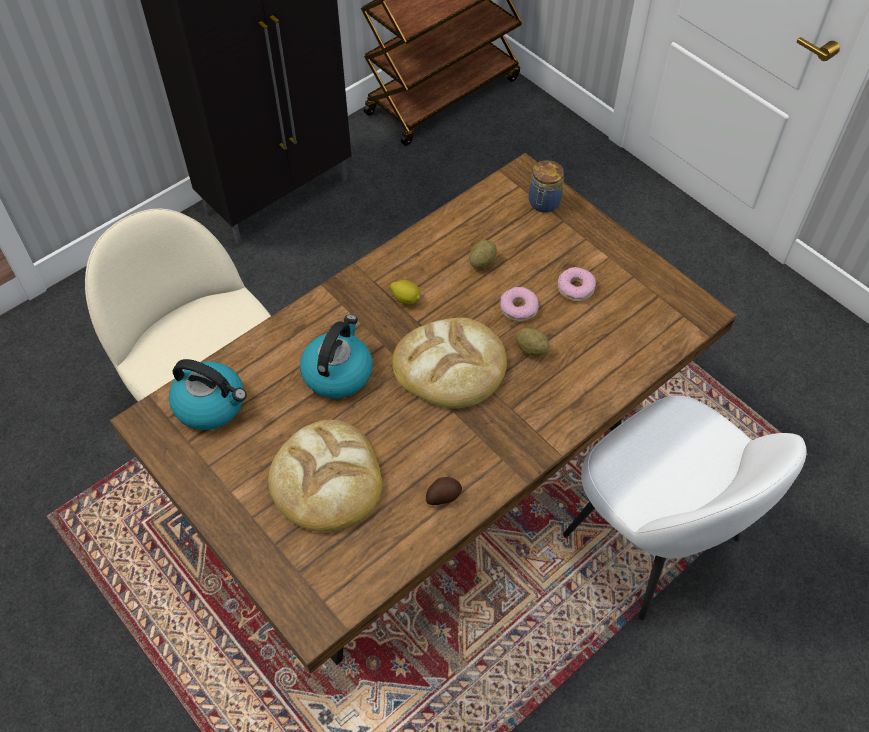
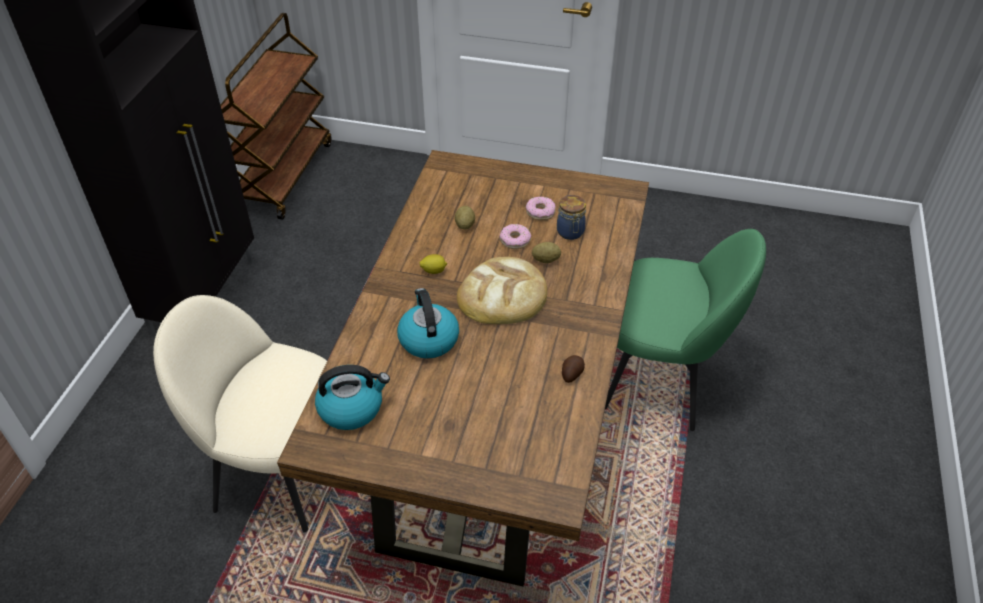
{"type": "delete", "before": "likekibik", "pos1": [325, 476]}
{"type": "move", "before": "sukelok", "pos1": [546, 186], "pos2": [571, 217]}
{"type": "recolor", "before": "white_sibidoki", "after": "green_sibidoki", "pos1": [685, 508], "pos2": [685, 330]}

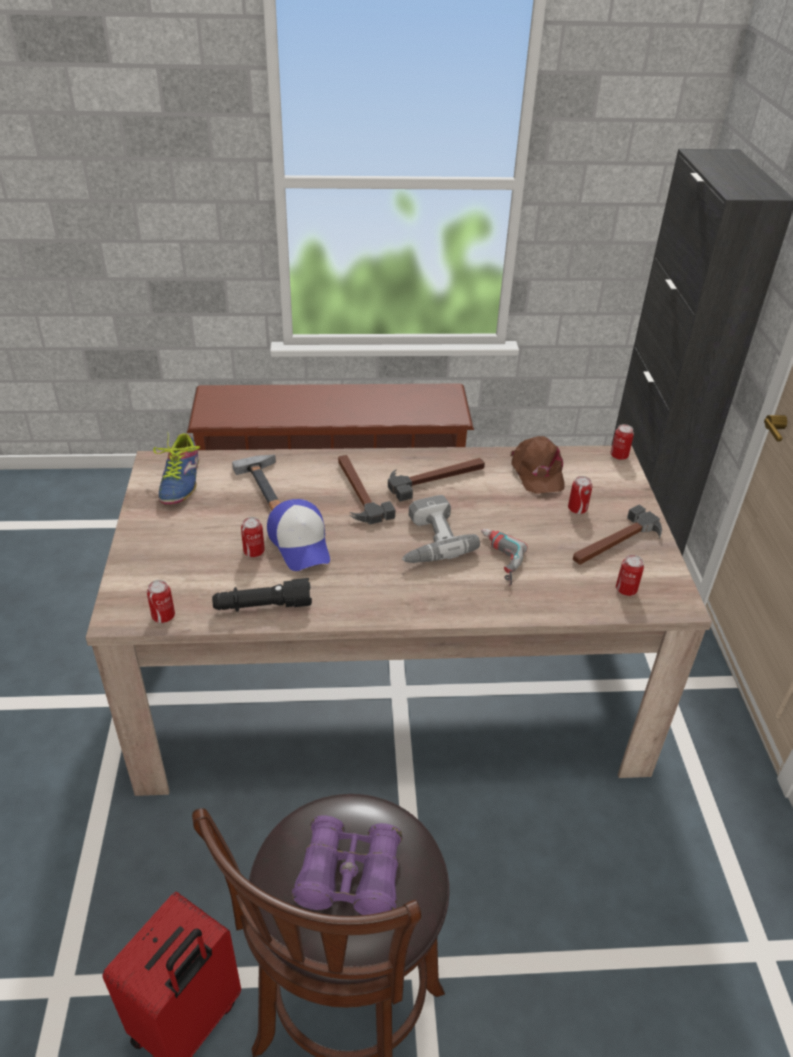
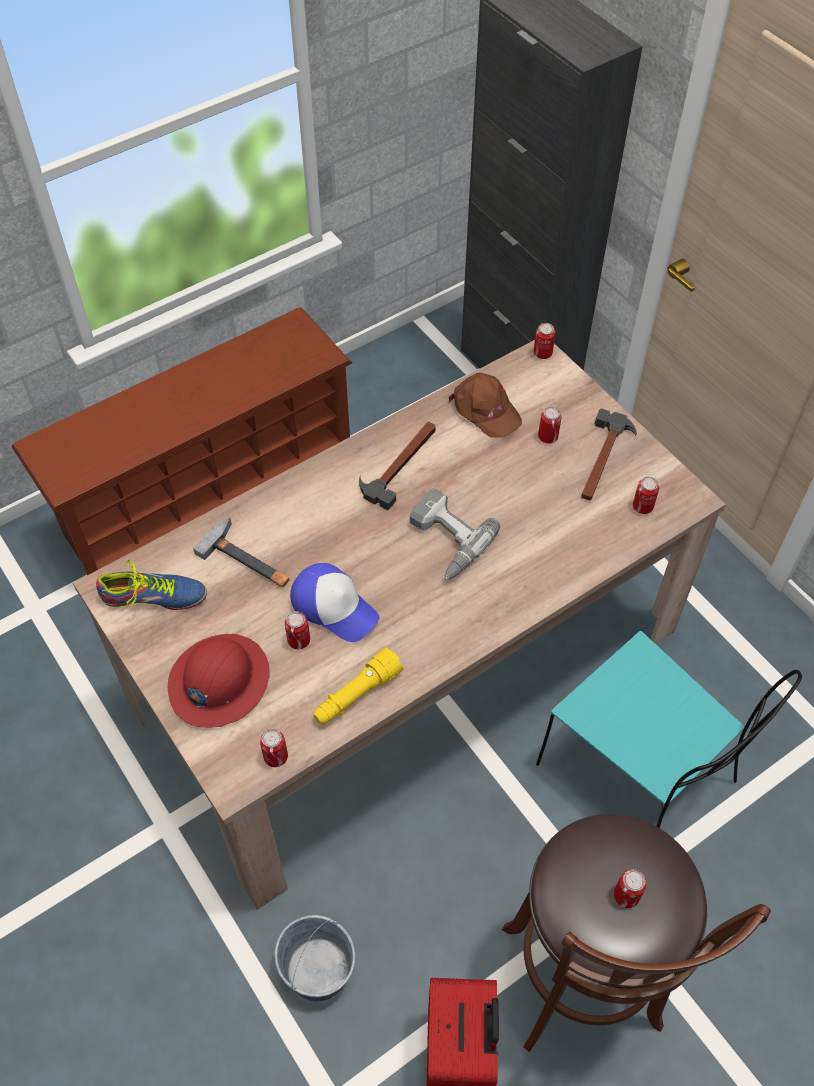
{"type": "rotate", "before": "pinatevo", "pos1": [176, 469], "pos2": [151, 585], "turn": -60}
{"type": "recolor", "before": "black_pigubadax", "after": "yellow_pigubadax", "pos1": [262, 595], "pos2": [358, 685]}
{"type": "replace", "before": "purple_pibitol", "after": "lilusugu", "pos1": [347, 865], "pos2": [630, 888]}
{"type": "delete", "before": "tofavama", "pos1": [366, 490]}
{"type": "delete", "before": "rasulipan", "pos1": [504, 558]}
{"type": "insert", "after": "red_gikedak", "pos2": [219, 681]}
{"type": "insert", "after": "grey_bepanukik", "pos2": [315, 958]}
{"type": "insert", "after": "turquoise_sibidoki", "pos2": [669, 729]}

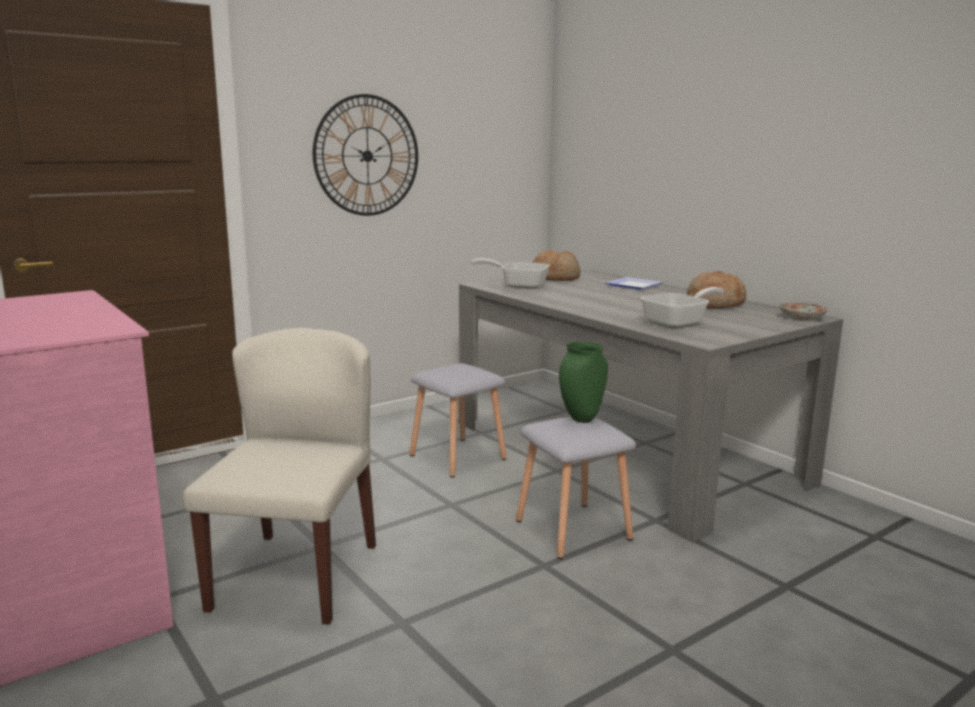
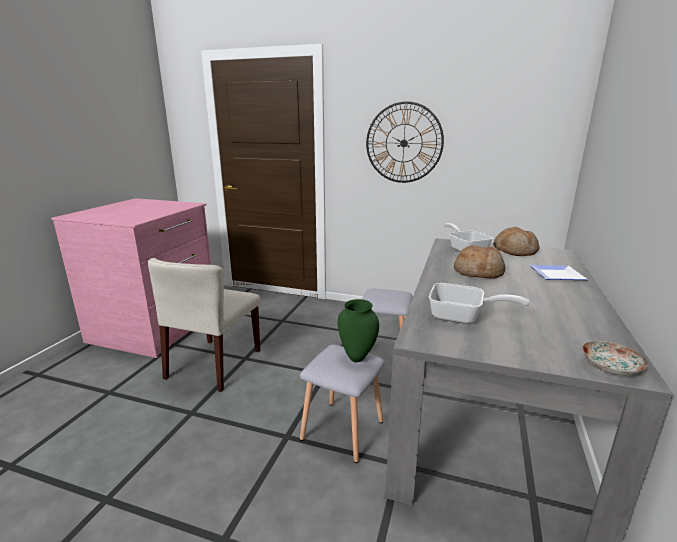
{"type": "rotate", "before": "beige_sibidoki", "pos1": [279, 476], "pos2": [204, 325], "turn": 135}
{"type": "move", "before": "likekibik", "pos1": [716, 290], "pos2": [479, 262]}

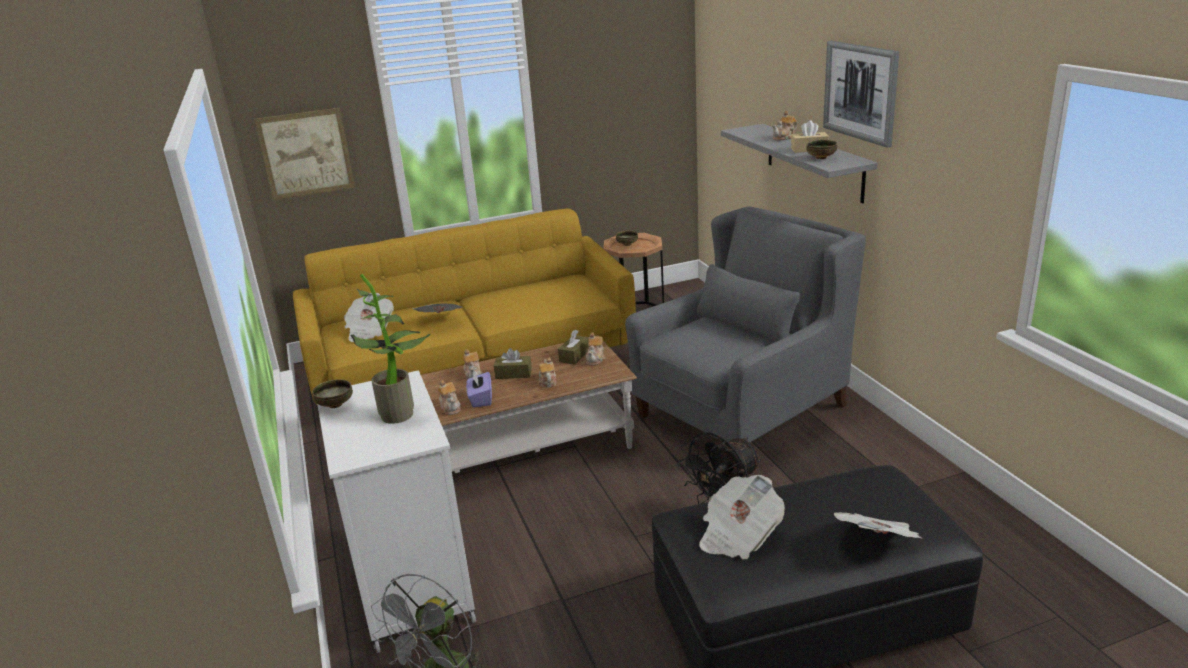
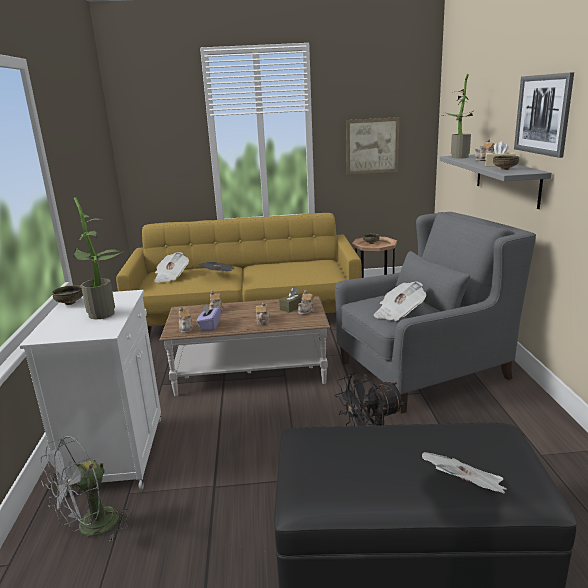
{"type": "move", "before": "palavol", "pos1": [304, 154], "pos2": [372, 146]}
{"type": "delete", "before": "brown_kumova", "pos1": [513, 363]}
{"type": "move", "before": "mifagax", "pos1": [742, 517], "pos2": [400, 301]}
{"type": "insert", "after": "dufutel", "pos2": [458, 116]}

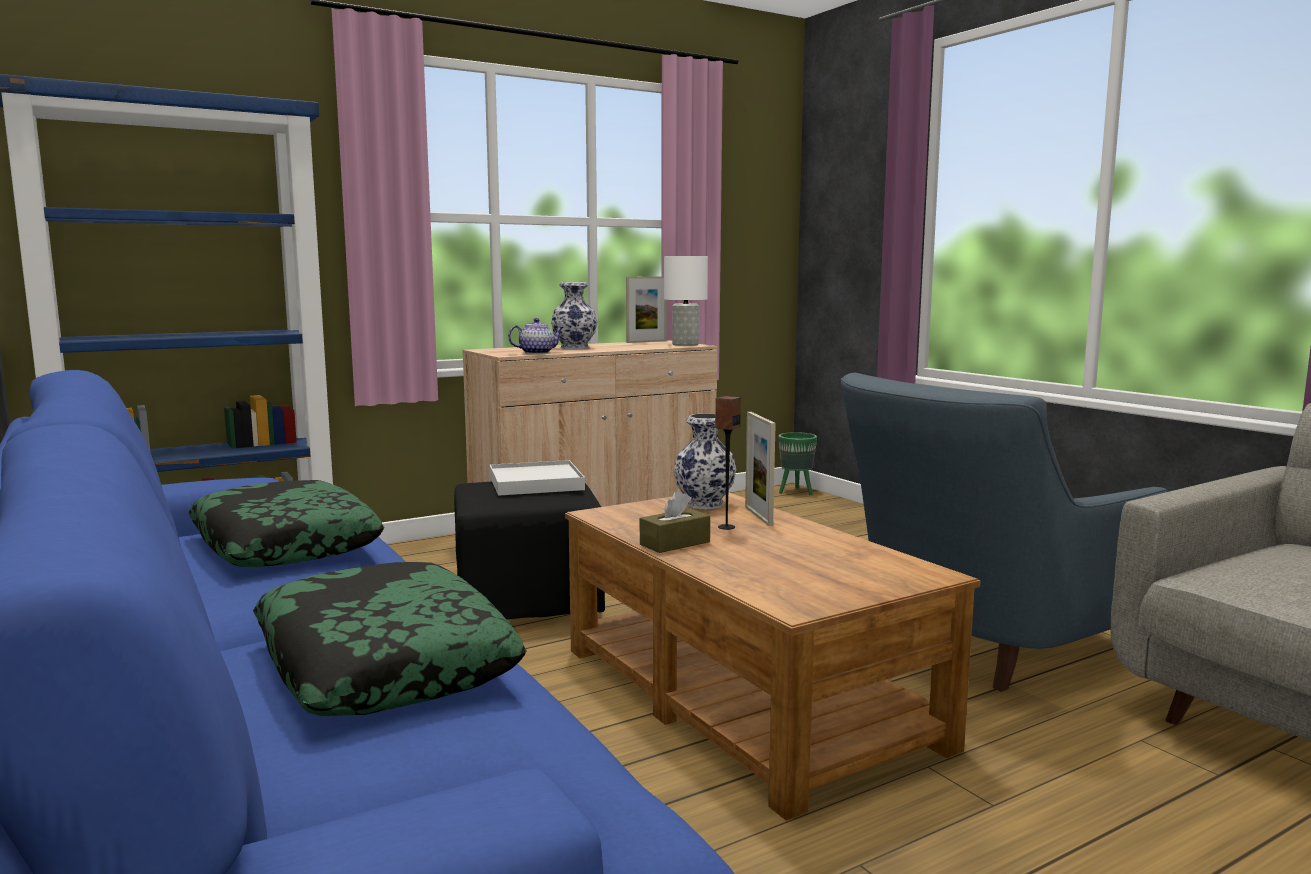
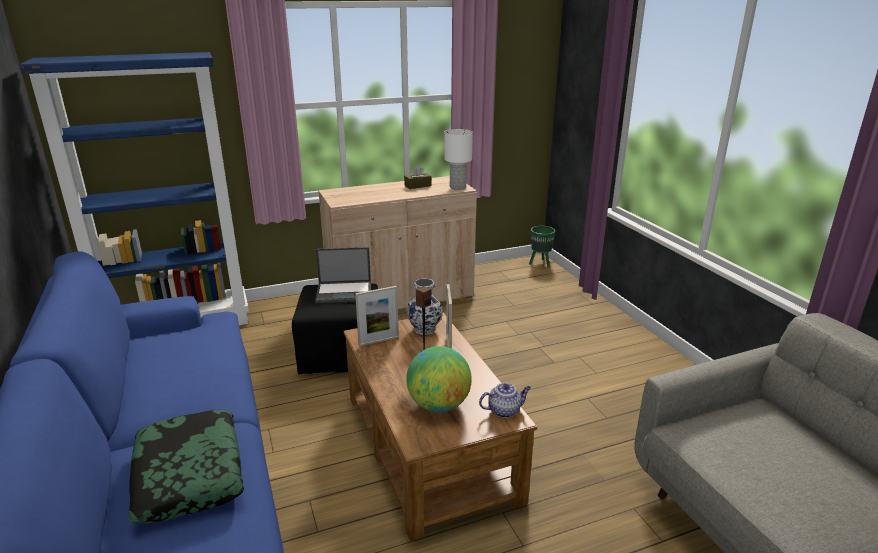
{"type": "delete", "before": "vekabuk", "pos1": [286, 523]}
{"type": "replace", "before": "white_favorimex", "after": "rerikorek", "pos1": [537, 478], "pos2": [343, 275]}
{"type": "move", "before": "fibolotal", "pos1": [536, 336], "pos2": [505, 400]}
{"type": "delete", "before": "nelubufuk", "pos1": [574, 315]}
{"type": "move", "before": "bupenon", "pos1": [646, 309], "pos2": [377, 316]}
{"type": "move", "before": "brown_kumova", "pos1": [675, 522], "pos2": [417, 177]}
{"type": "delete", "before": "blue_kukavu", "pos1": [1005, 532]}
{"type": "insert", "after": "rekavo", "pos2": [439, 379]}

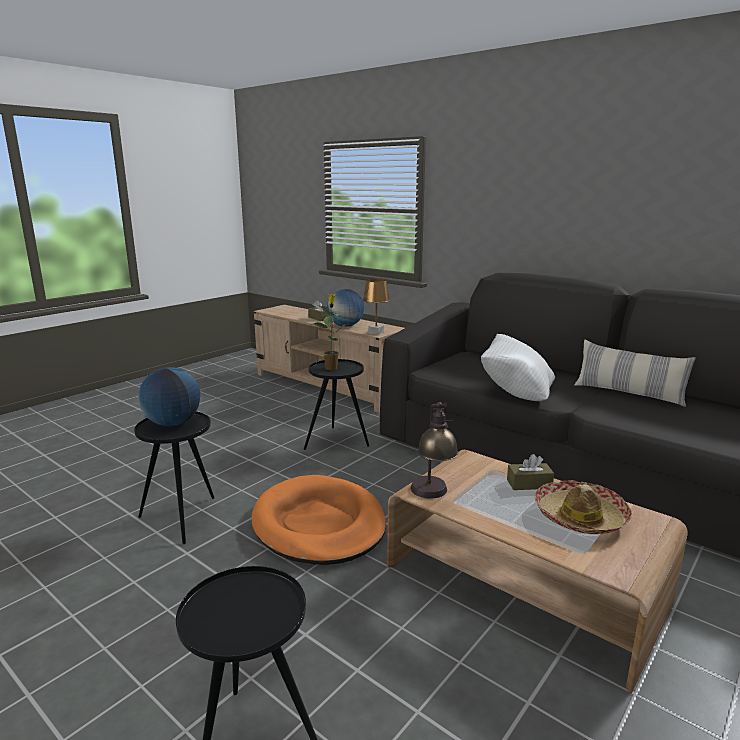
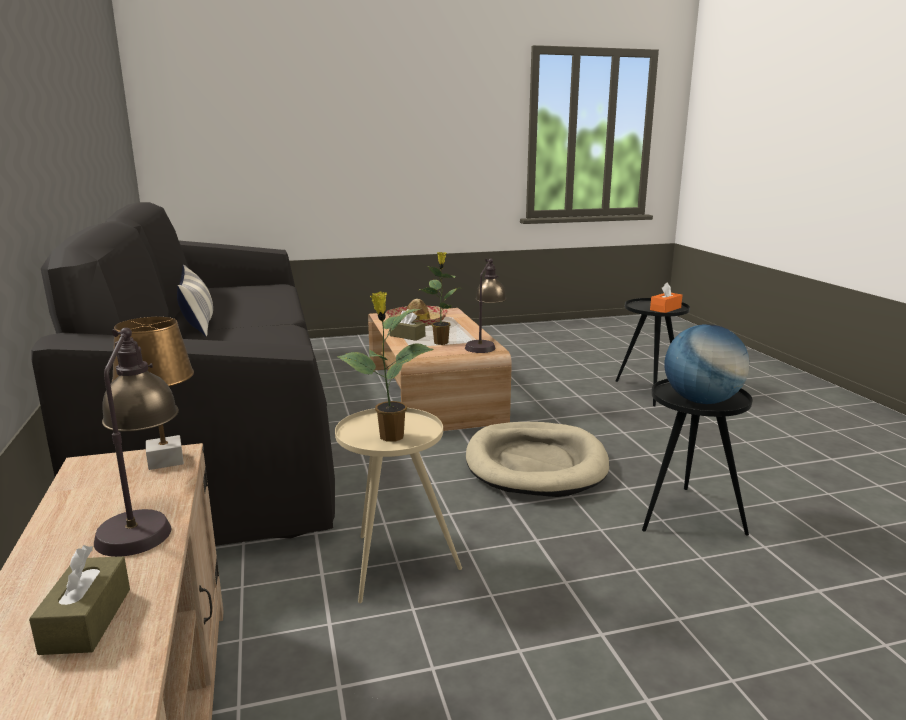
{"type": "recolor", "before": "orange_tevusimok", "after": "beige_tevusimok", "pos1": [318, 520], "pos2": [537, 459]}
{"type": "recolor", "before": "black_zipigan", "after": "beige_zipigan", "pos1": [336, 404], "pos2": [398, 505]}
{"type": "replace", "before": "rekavo", "after": "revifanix", "pos1": [345, 308], "pos2": [136, 442]}
{"type": "delete", "before": "white_vekabuk", "pos1": [518, 367]}
{"type": "insert", "after": "dufutel", "pos2": [440, 298]}
{"type": "insert", "after": "orange_kumova", "pos2": [666, 297]}

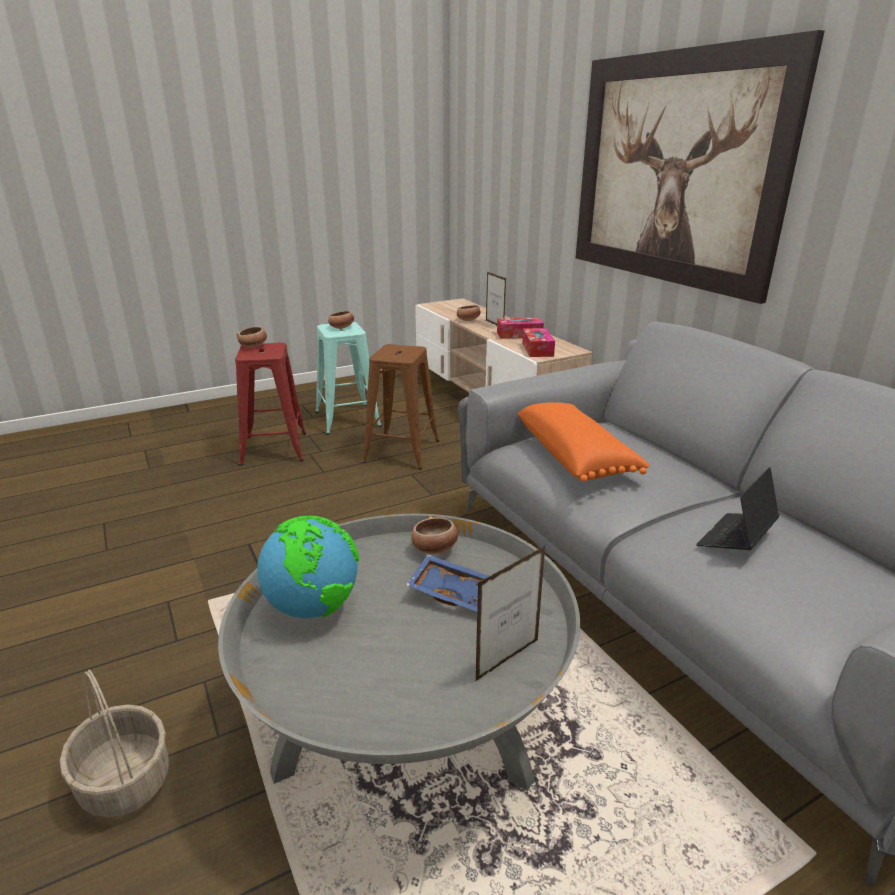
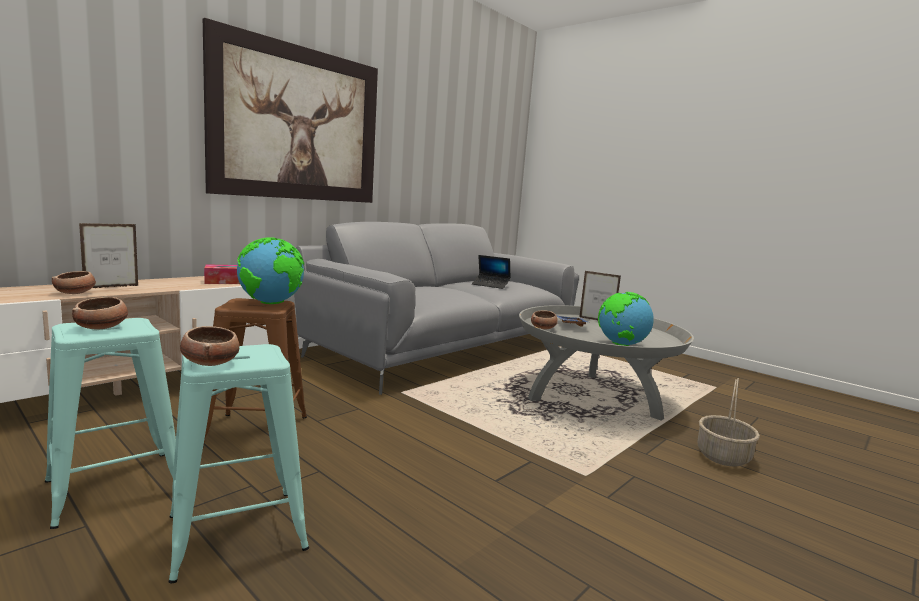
{"type": "recolor", "before": "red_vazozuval", "after": "turquoise_vazozuval", "pos1": [270, 404], "pos2": [238, 463]}
{"type": "delete", "before": "kumova", "pos1": [520, 328]}
{"type": "delete", "before": "orange_vekabuk", "pos1": [584, 442]}
{"type": "insert", "after": "rekavo", "pos2": [270, 270]}

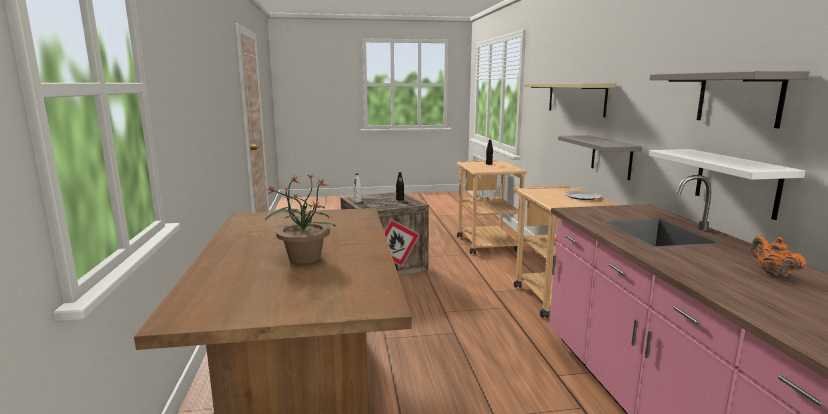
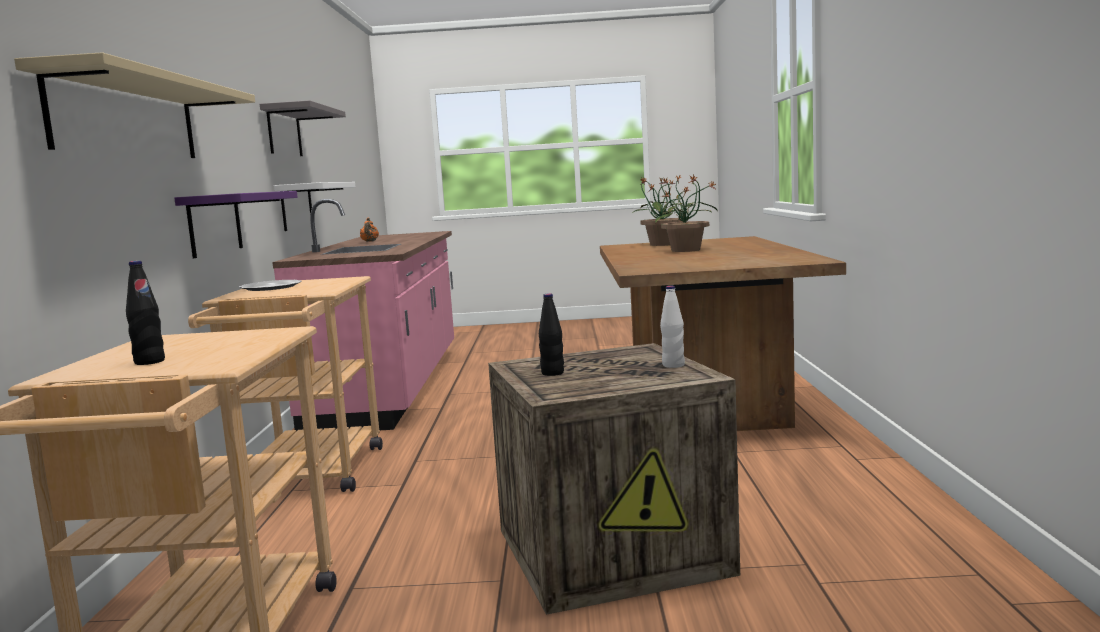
{"type": "recolor", "before": "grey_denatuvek", "after": "purple_denatuvek", "pos1": [600, 157], "pos2": [235, 224]}
{"type": "insert", "after": "dufutel", "pos2": [660, 211]}

